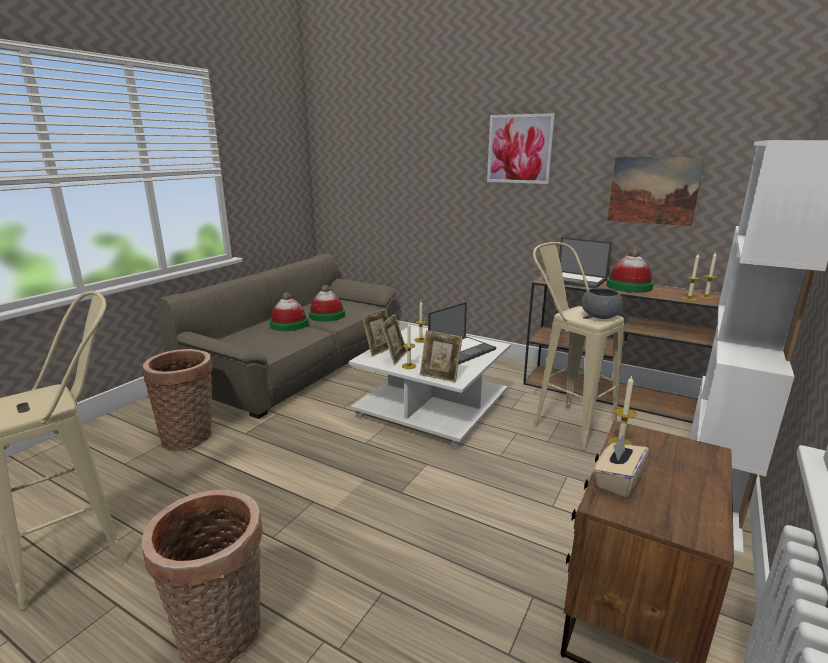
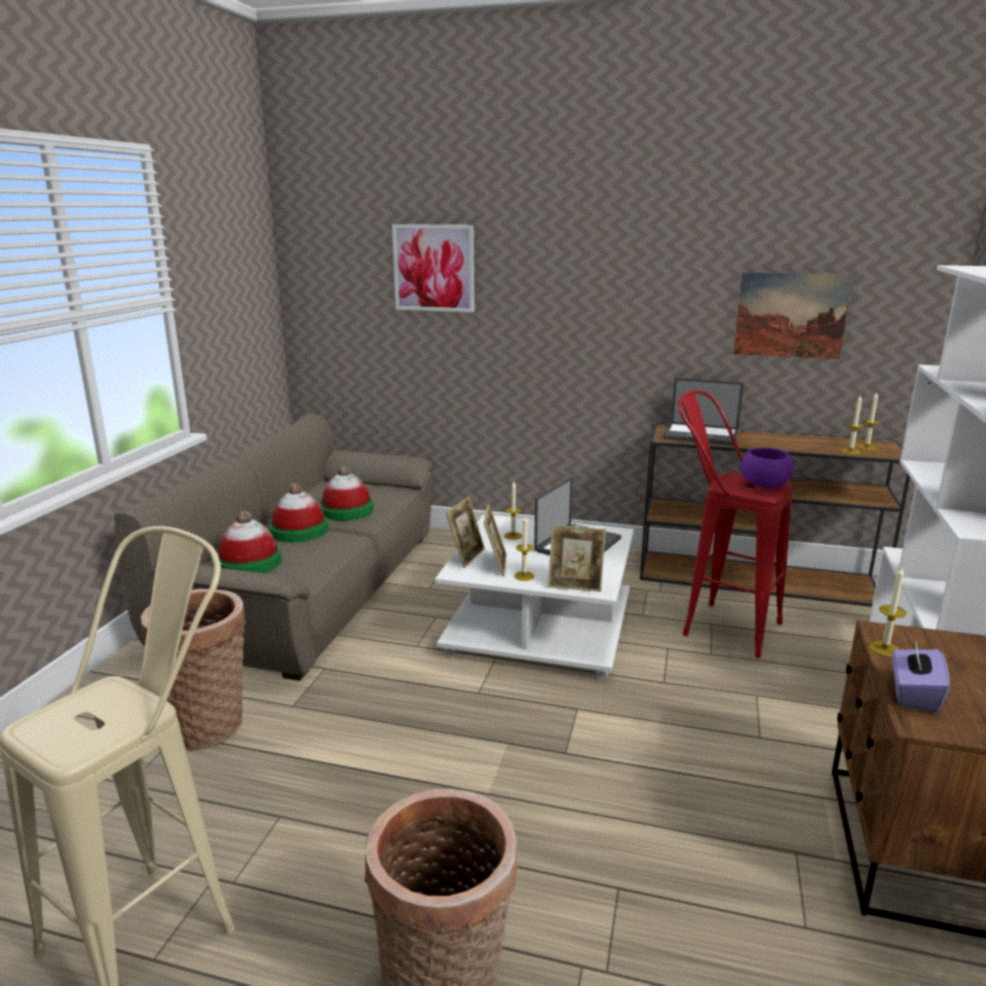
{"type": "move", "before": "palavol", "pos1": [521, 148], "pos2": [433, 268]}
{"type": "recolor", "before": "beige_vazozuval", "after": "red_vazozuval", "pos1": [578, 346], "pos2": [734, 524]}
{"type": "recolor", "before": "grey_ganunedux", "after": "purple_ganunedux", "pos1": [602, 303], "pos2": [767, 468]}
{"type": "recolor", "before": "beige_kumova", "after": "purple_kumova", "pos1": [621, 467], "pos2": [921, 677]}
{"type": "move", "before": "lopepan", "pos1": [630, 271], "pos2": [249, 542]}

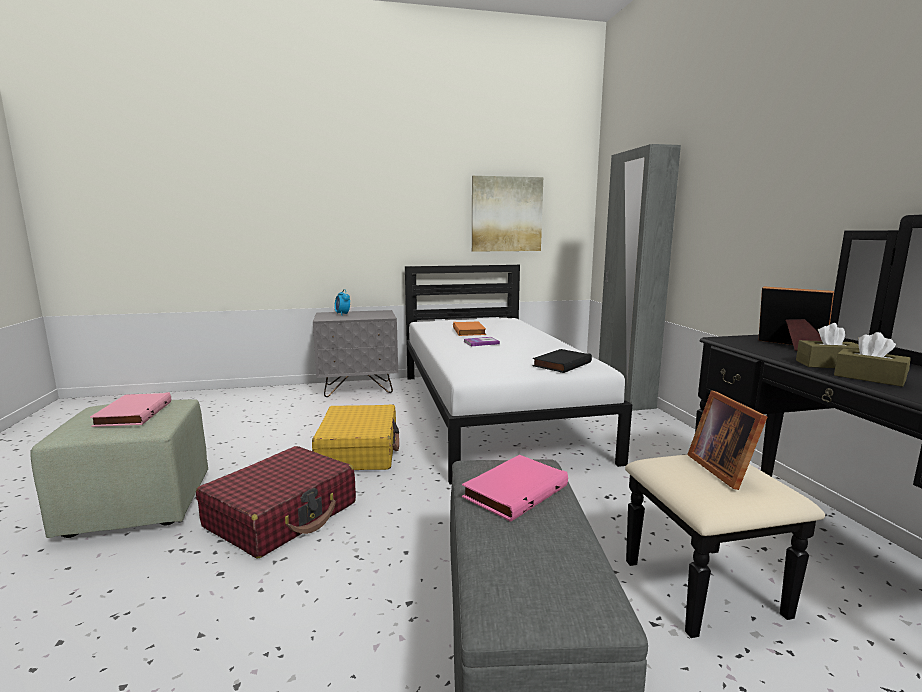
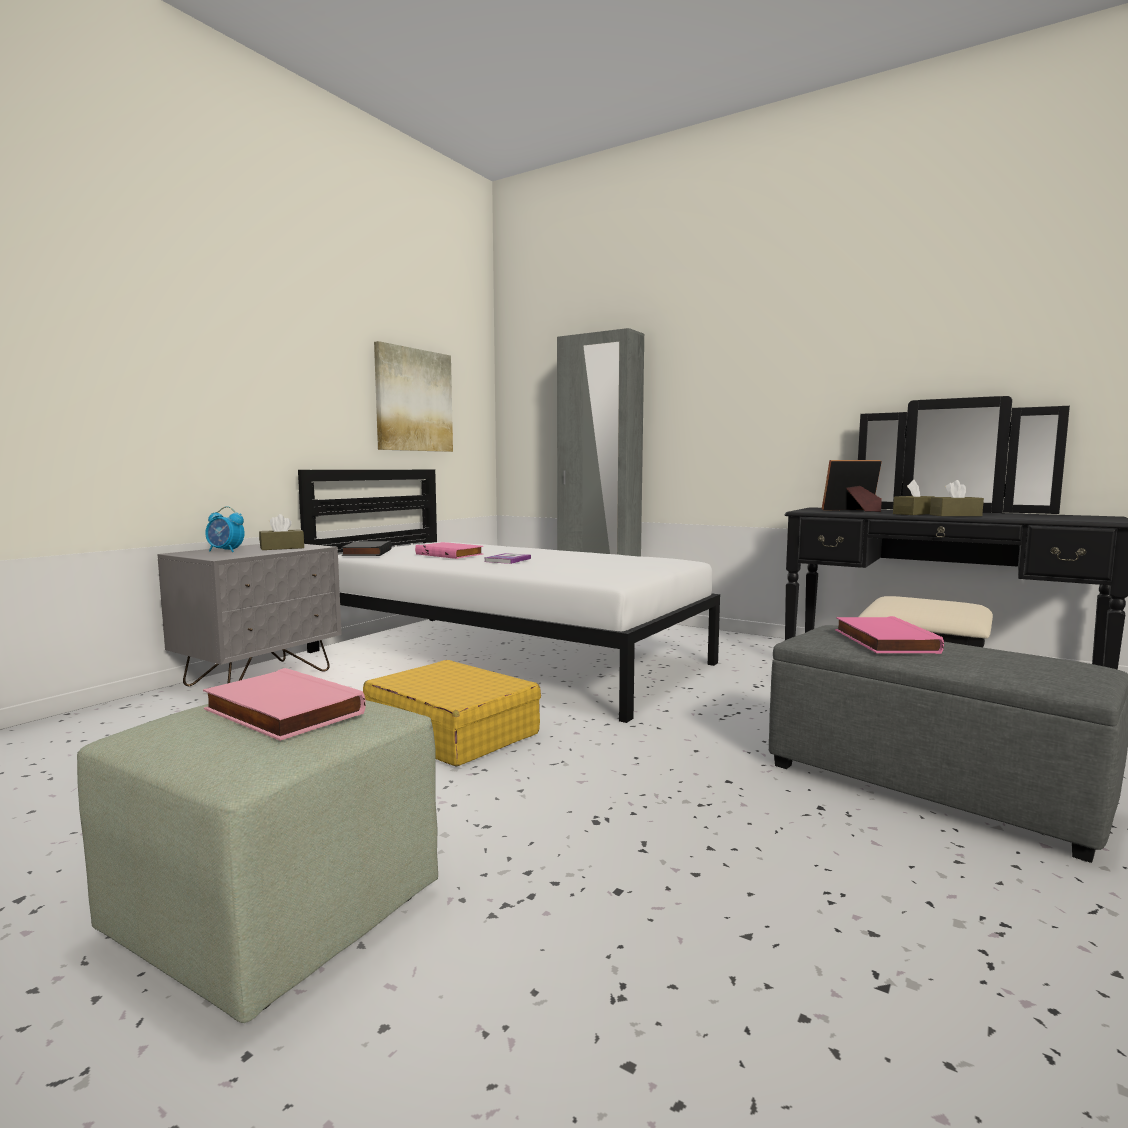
{"type": "delete", "before": "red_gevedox", "pos1": [276, 502]}
{"type": "recolor", "before": "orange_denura", "after": "pink_denura", "pos1": [469, 328], "pos2": [449, 550]}
{"type": "move", "before": "black_denura", "pos1": [562, 361], "pos2": [366, 548]}
{"type": "delete", "before": "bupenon", "pos1": [727, 440]}
{"type": "insert", "after": "brown_kumova", "pos2": [281, 532]}

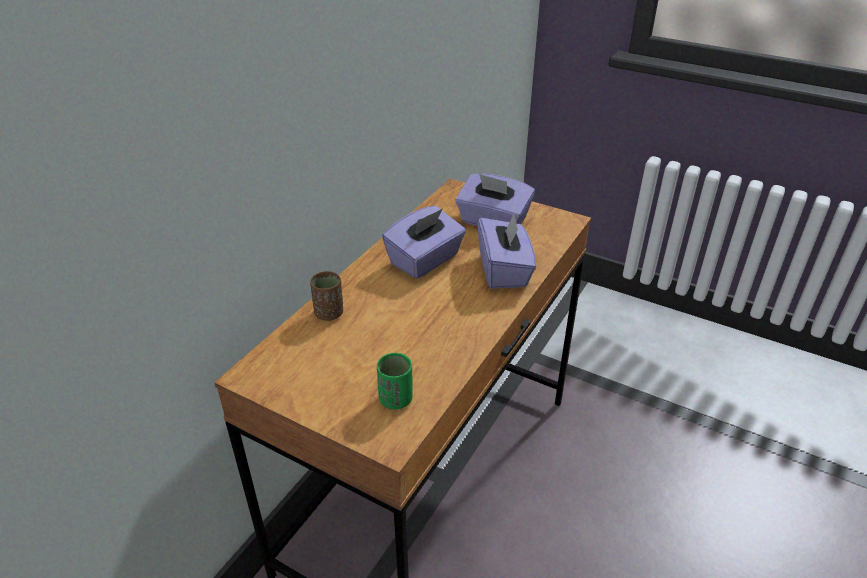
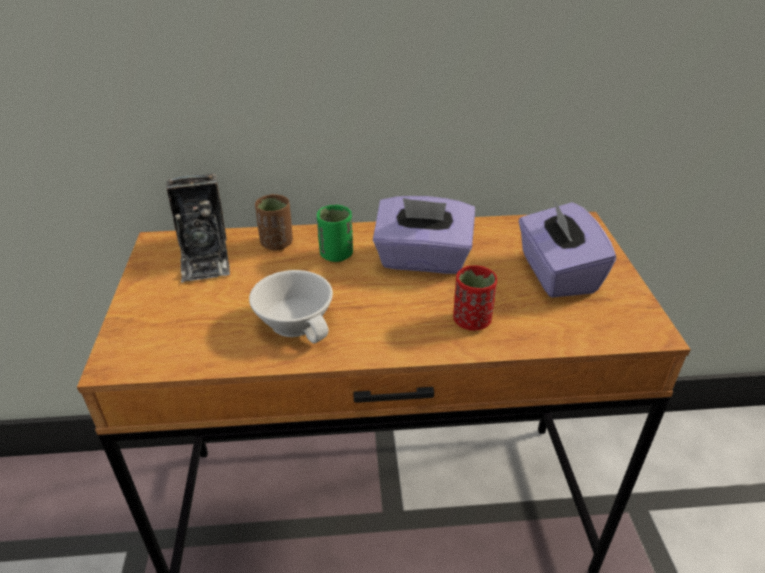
{"type": "move", "before": "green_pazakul", "pos1": [395, 381], "pos2": [335, 233]}
{"type": "replace", "before": "purple_kumova", "after": "red_pazakul", "pos1": [507, 250], "pos2": [475, 298]}
{"type": "insert", "after": "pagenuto", "pos2": [198, 228]}
{"type": "insert", "after": "white_pazakul", "pos2": [291, 306]}

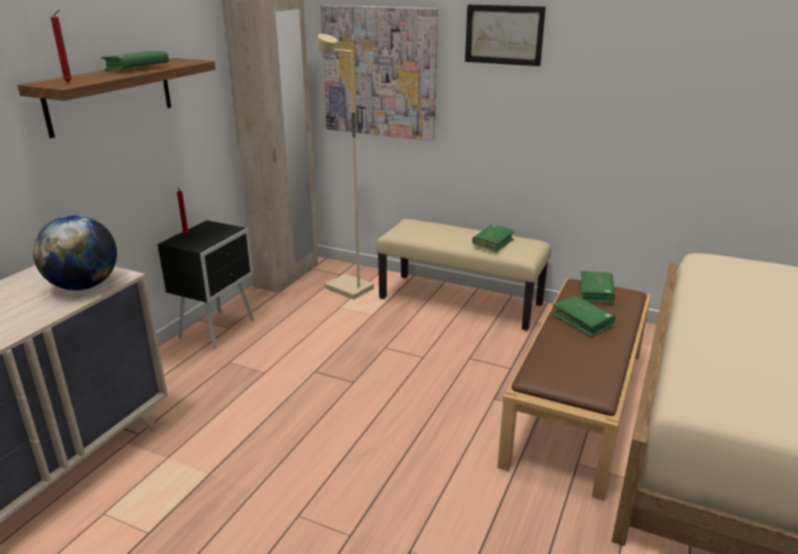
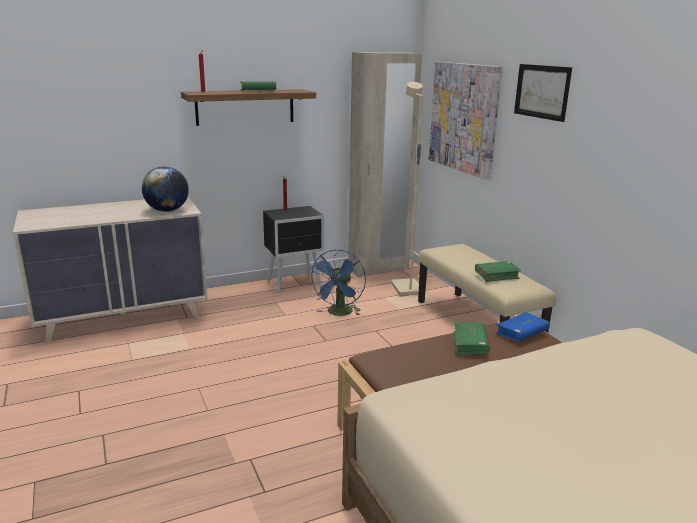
{"type": "recolor", "before": "green_denura", "after": "blue_denura", "pos1": [597, 286], "pos2": [522, 327]}
{"type": "insert", "after": "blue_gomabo", "pos2": [338, 282]}

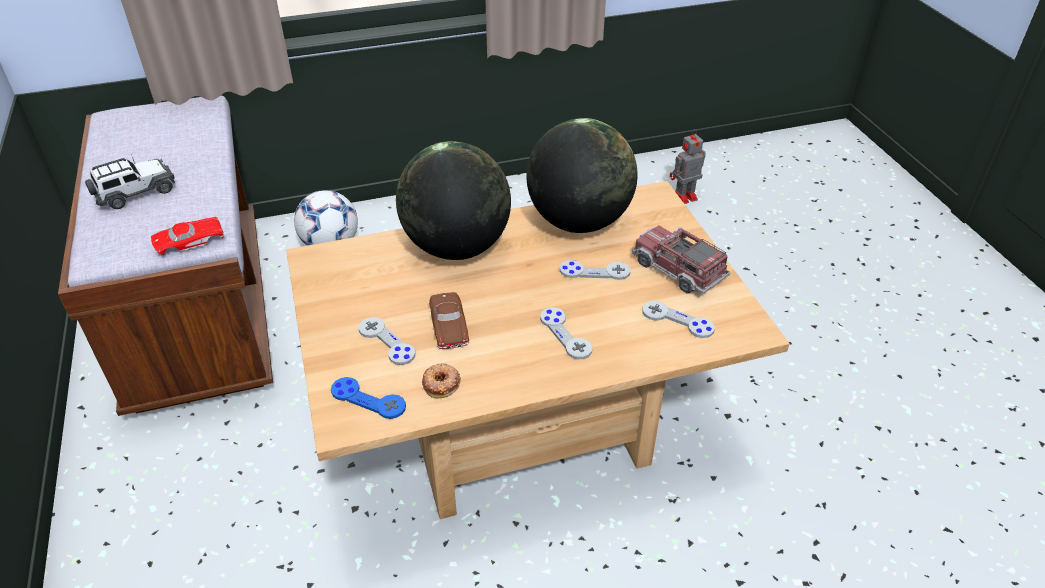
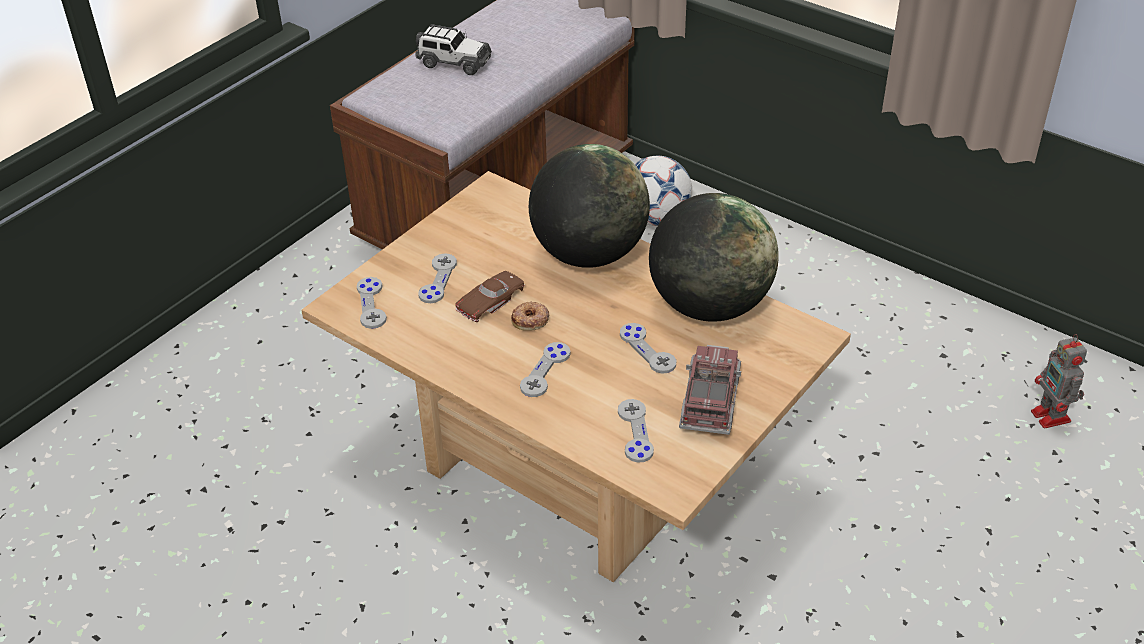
{"type": "delete", "before": "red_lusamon", "pos1": [188, 236]}
{"type": "recolor", "before": "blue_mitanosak", "after": "grey_mitanosak", "pos1": [368, 398], "pos2": [372, 303]}
{"type": "move", "before": "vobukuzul", "pos1": [441, 380], "pos2": [530, 316]}
{"type": "rotate", "before": "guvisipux", "pos1": [688, 167], "pos2": [1059, 381], "turn": -135}

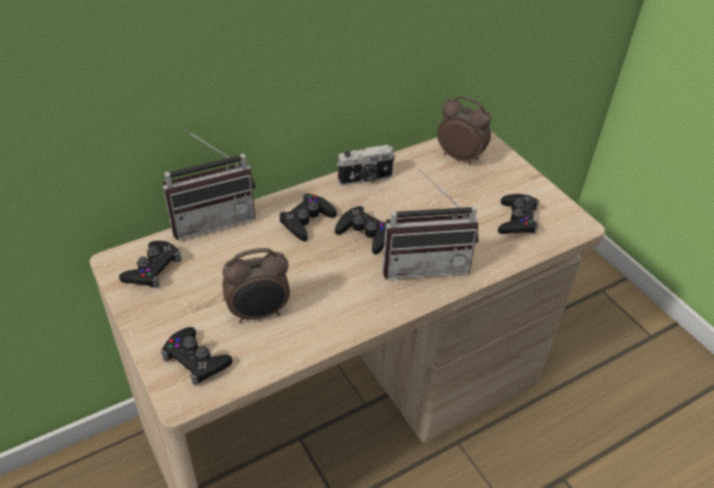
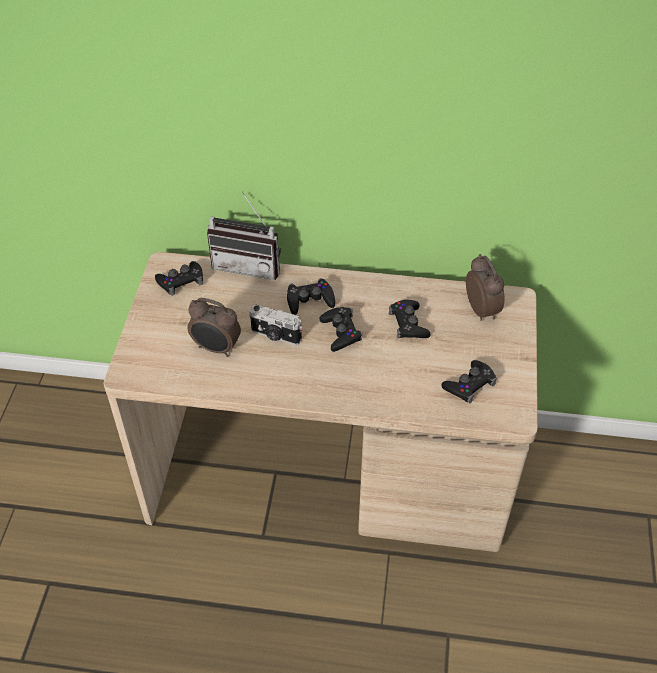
{"type": "move", "before": "black_mitanosak", "pos1": [197, 356], "pos2": [410, 319]}
{"type": "move", "before": "pagenuto", "pos1": [366, 165], "pos2": [275, 324]}
{"type": "delete", "before": "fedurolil", "pos1": [430, 225]}

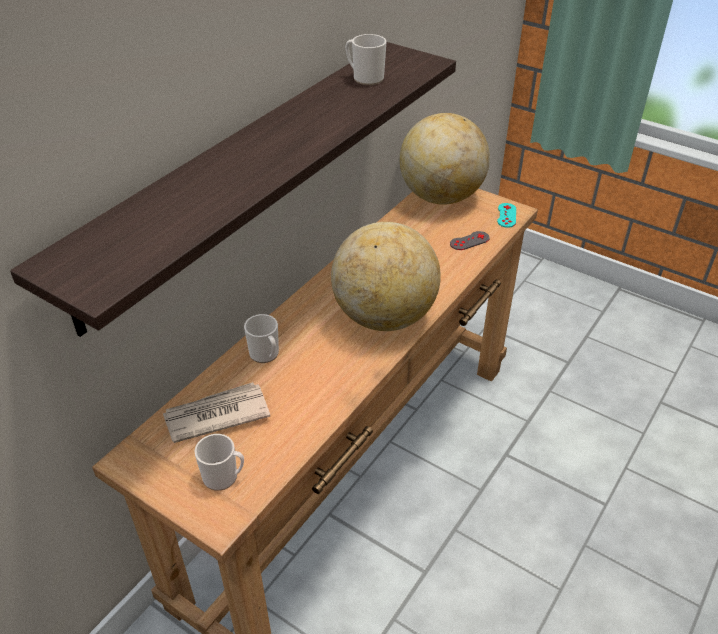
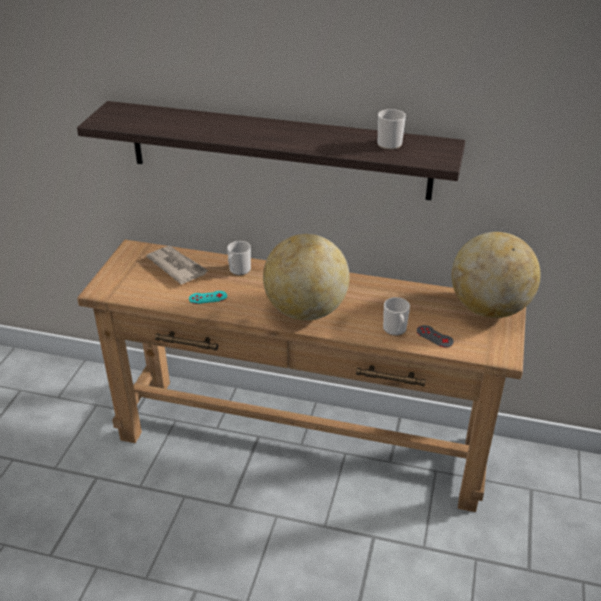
{"type": "move", "before": "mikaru", "pos1": [219, 462], "pos2": [396, 316]}
{"type": "move", "before": "turquoise_mitanosak", "pos1": [506, 215], "pos2": [208, 297]}

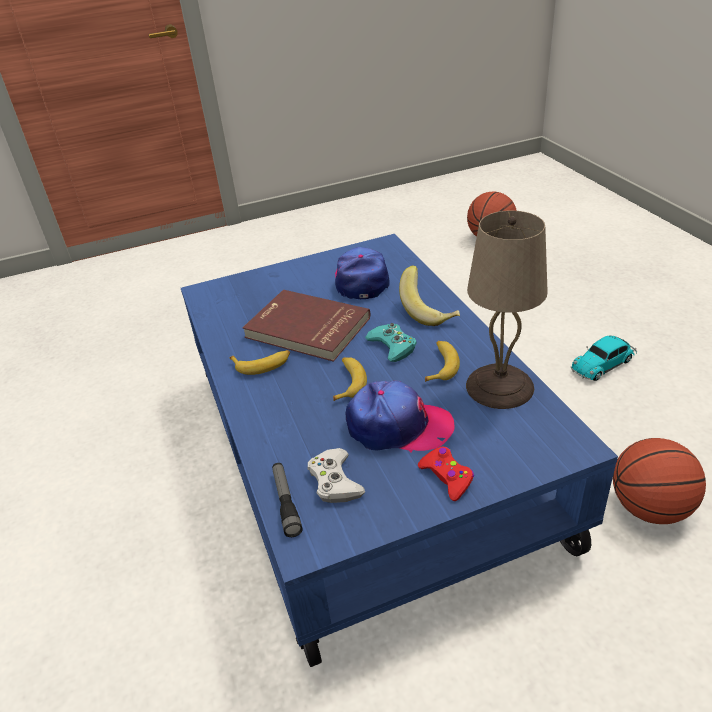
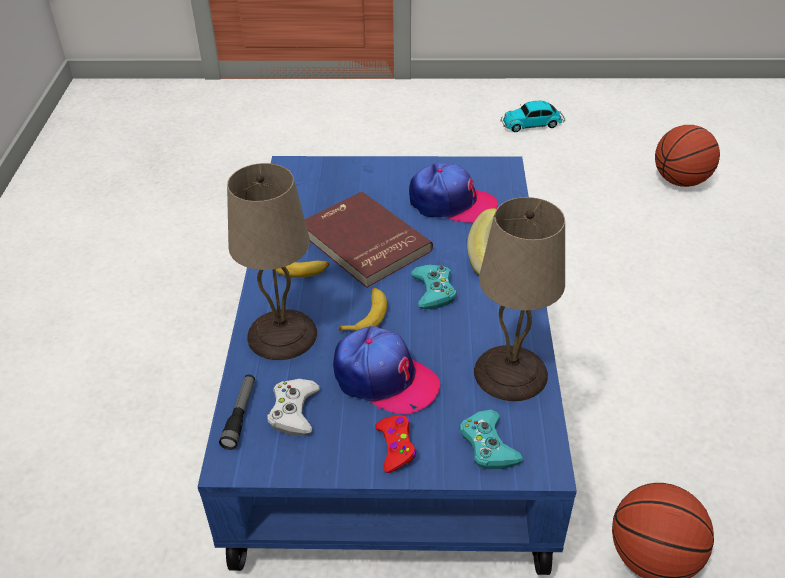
{"type": "rotate", "before": "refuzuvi", "pos1": [362, 273], "pos2": [453, 193], "turn": 90}
{"type": "delete", "before": "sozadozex", "pos1": [442, 361]}
{"type": "move", "before": "lusamon", "pos1": [604, 358], "pos2": [533, 116]}
{"type": "insert", "after": "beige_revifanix", "pos2": [272, 261]}
{"type": "insert", "after": "turquoise_mitanosak", "pos2": [492, 439]}

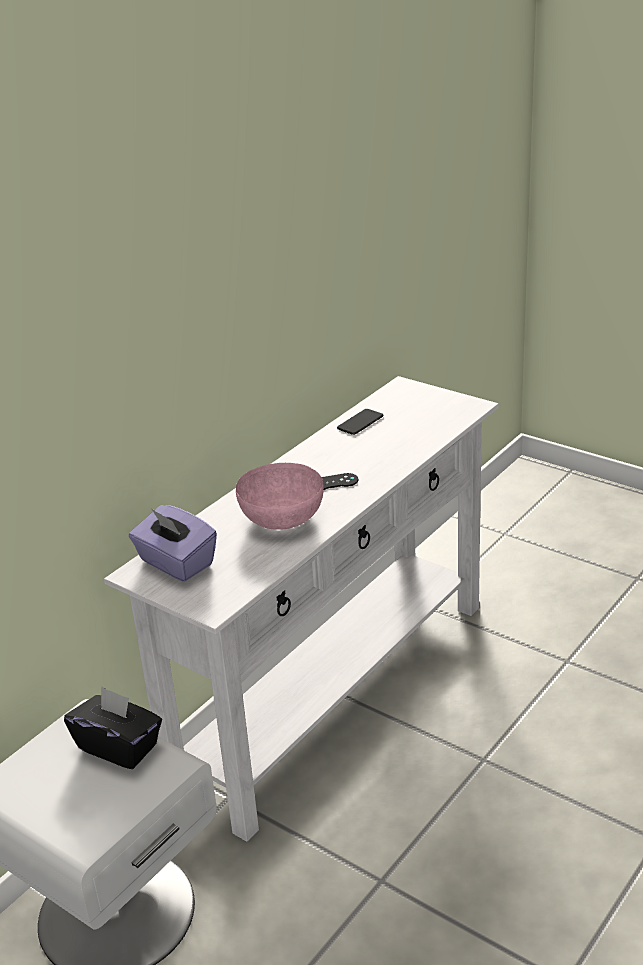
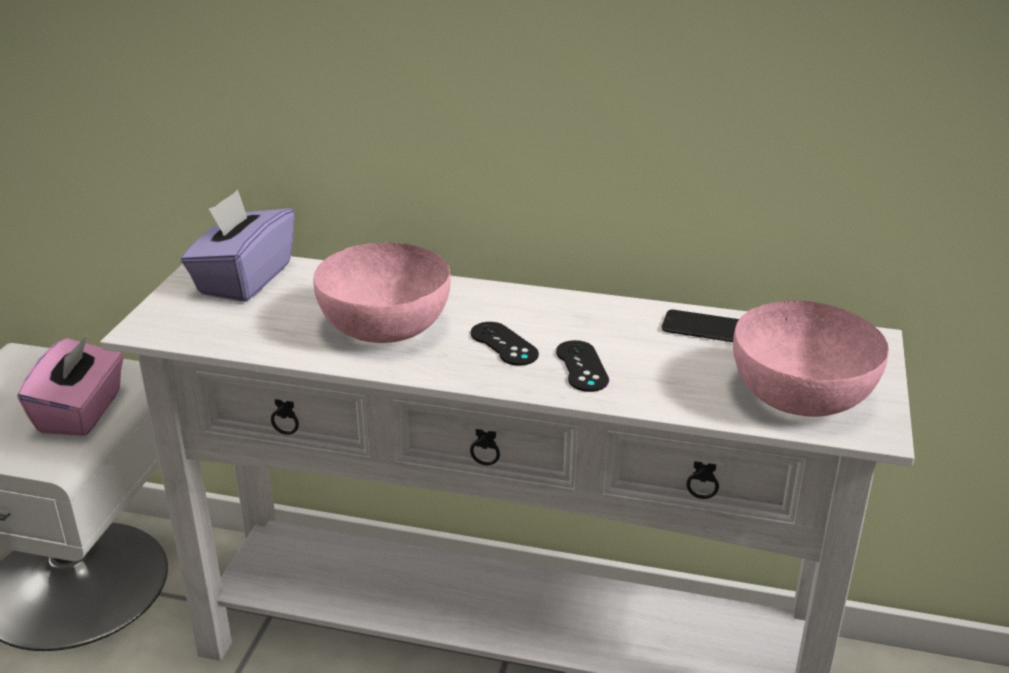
{"type": "recolor", "before": "black_kumova", "after": "pink_kumova", "pos1": [113, 727], "pos2": [70, 385]}
{"type": "insert", "after": "black_mitanosak", "pos2": [582, 366]}
{"type": "insert", "after": "pink_ganunedux", "pos2": [811, 359]}

